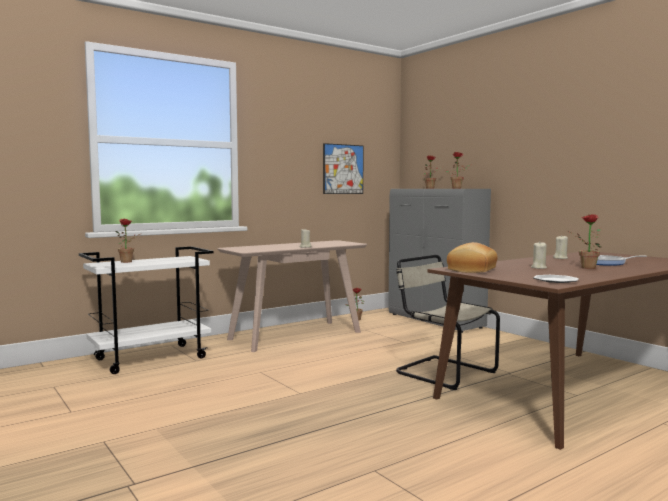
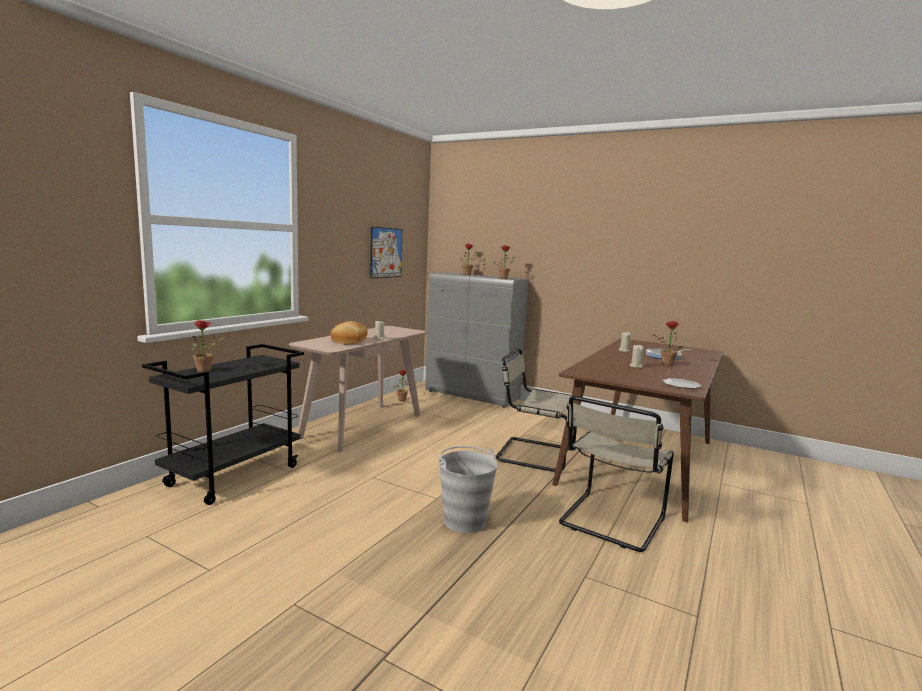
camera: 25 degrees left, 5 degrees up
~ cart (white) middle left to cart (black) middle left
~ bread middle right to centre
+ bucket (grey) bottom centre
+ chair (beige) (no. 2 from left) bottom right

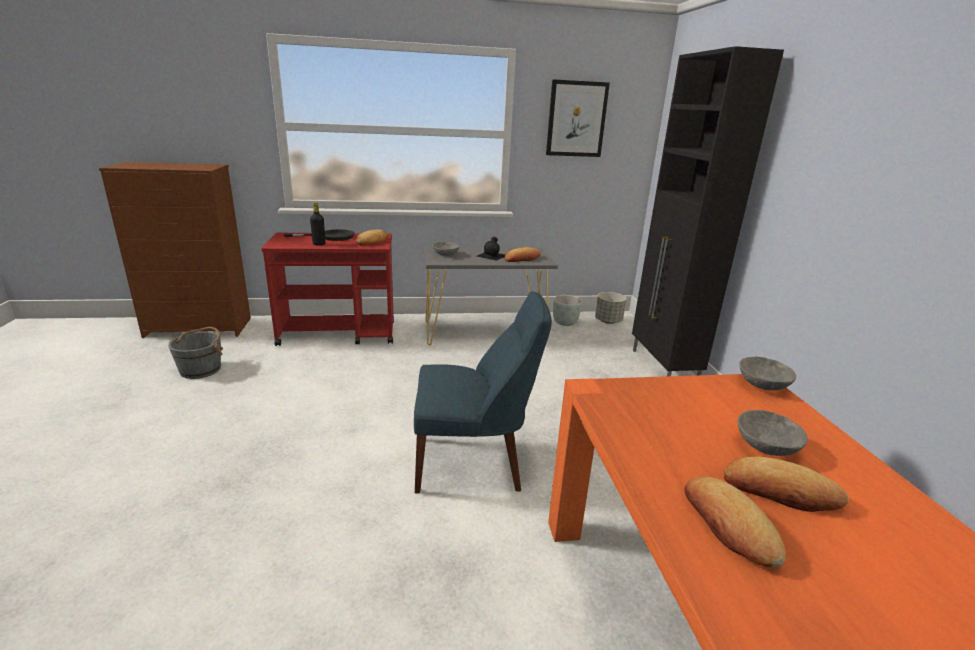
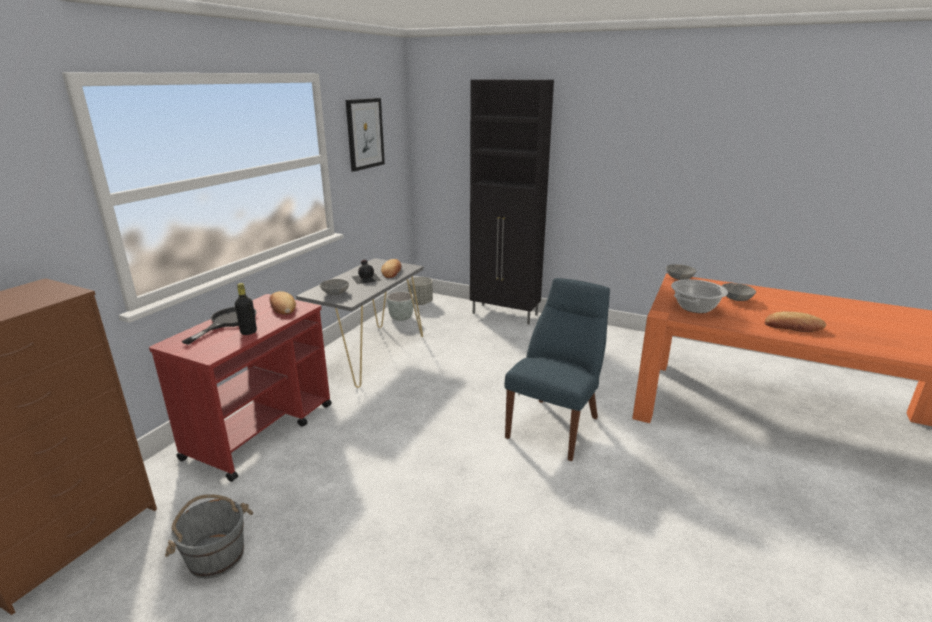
camera: 55 degrees left, 0 degrees up
- bread (no. 4 from left) bottom right
+ cooking pot middle right

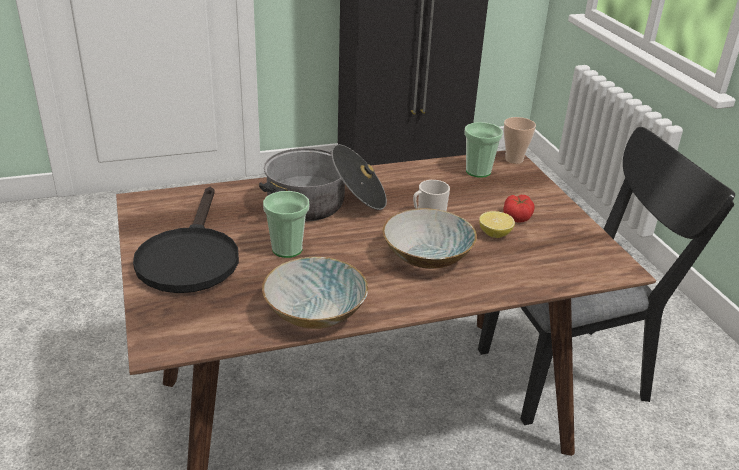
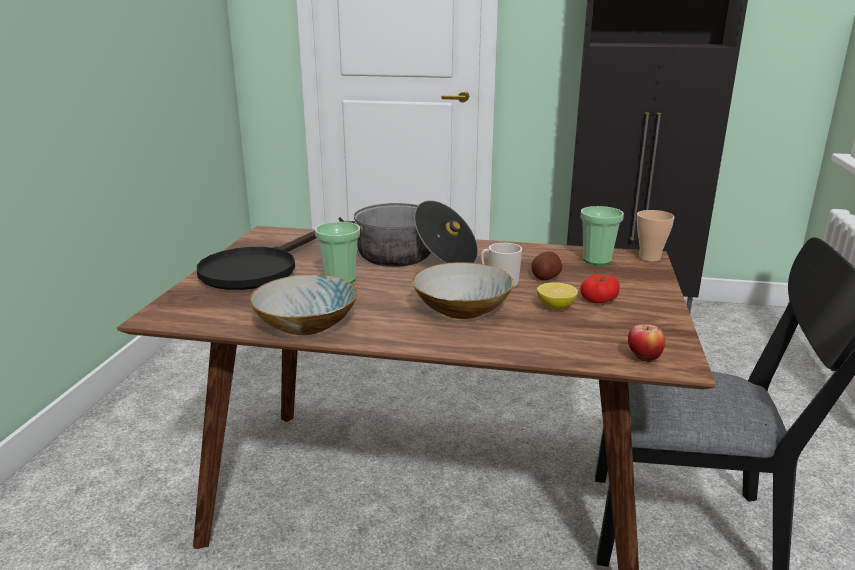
camera: 30 degrees right, 10 degrees down
+ potato centre
+ apple middle right

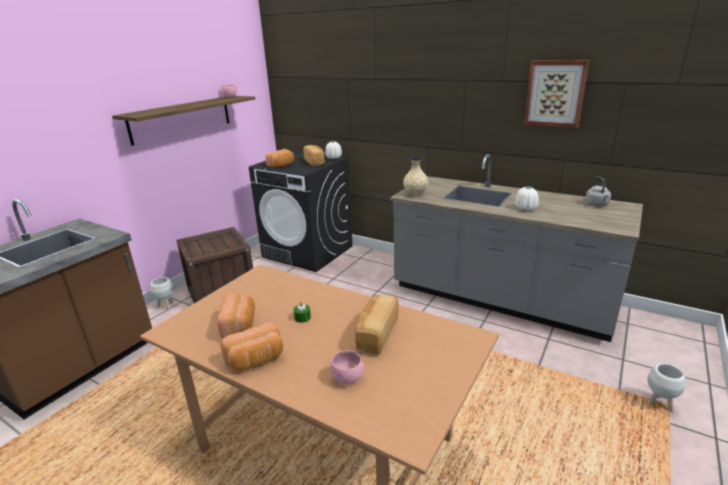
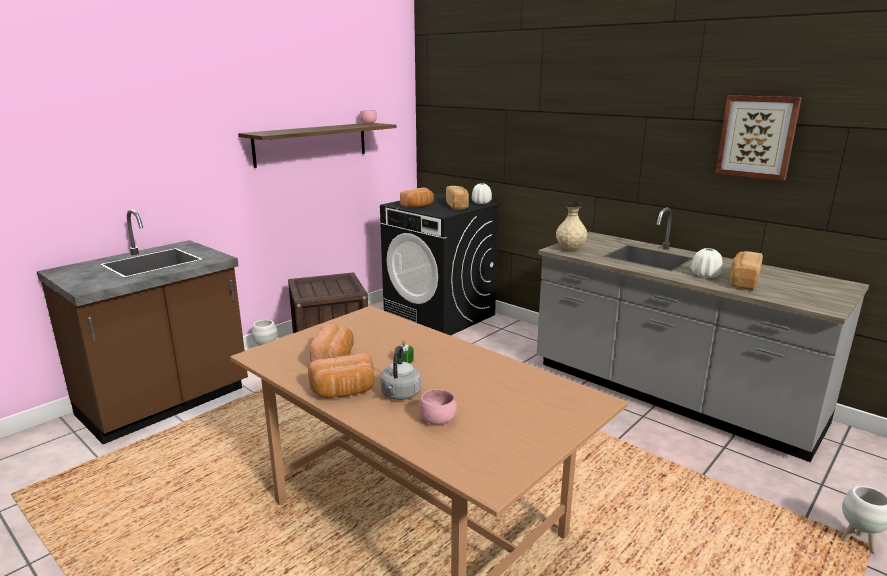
camera: 10 degrees right, 5 degrees down
~ bread (no. 5 from left) bottom centre to middle right
~ kettle (grey) middle right to centre

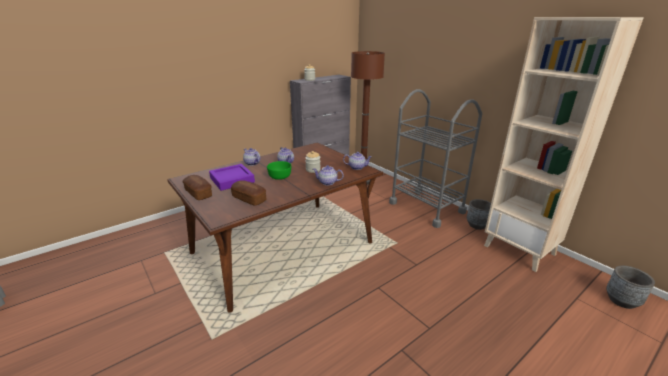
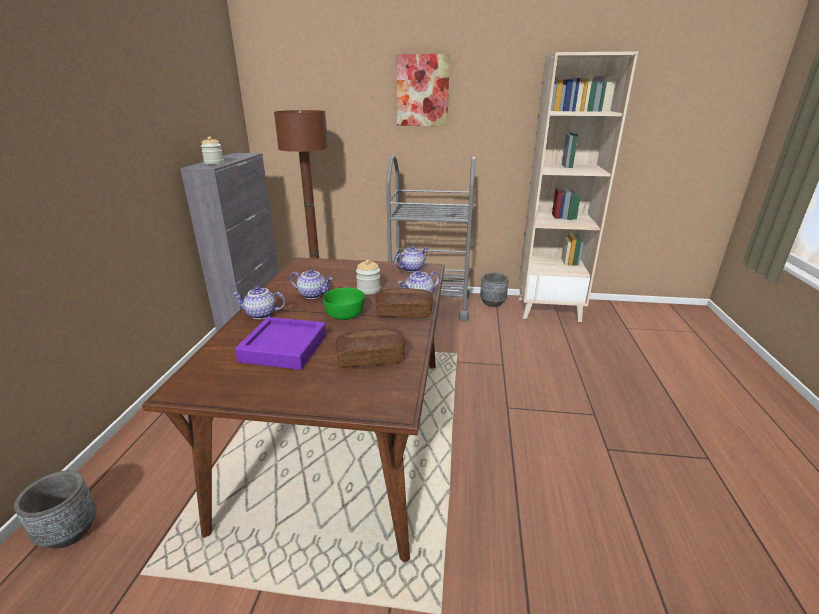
camera: 45 degrees left, 0 degrees up
~ bread (no. 1 from left in the first image) middle left to bread (no. 2 from left) centre
~ planter (grey) (no. 2 from left in the first image) bottom right to planter (grey) (no. 1 from left) bottom left
+ picture top centre

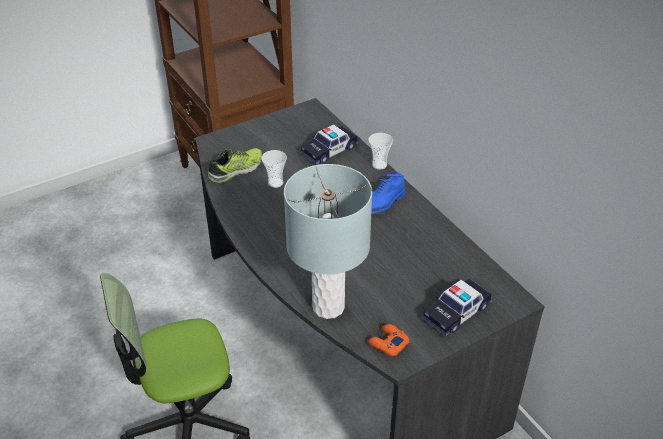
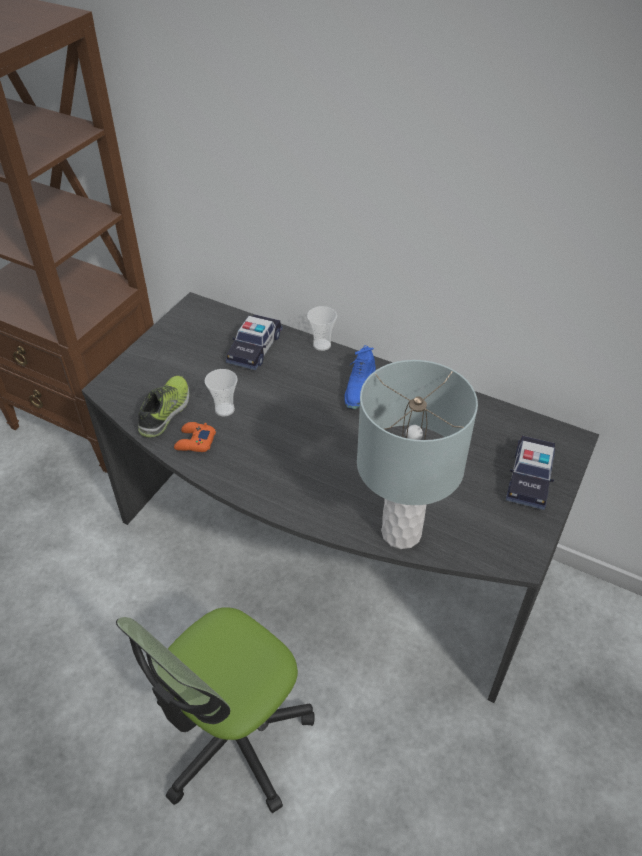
camera: 30 degrees left, 5 degrees up
~ game controller (orange) bottom centre to middle left

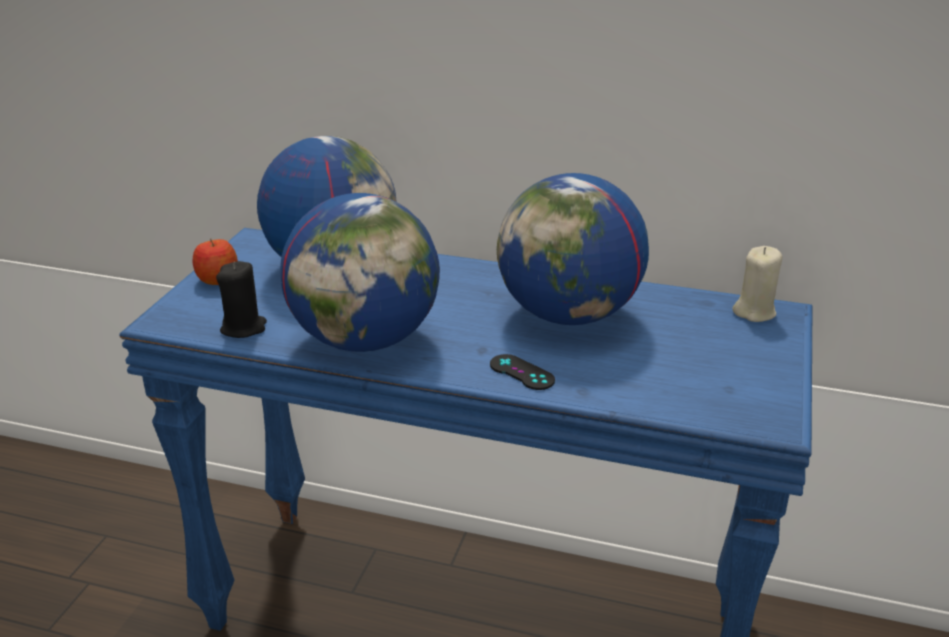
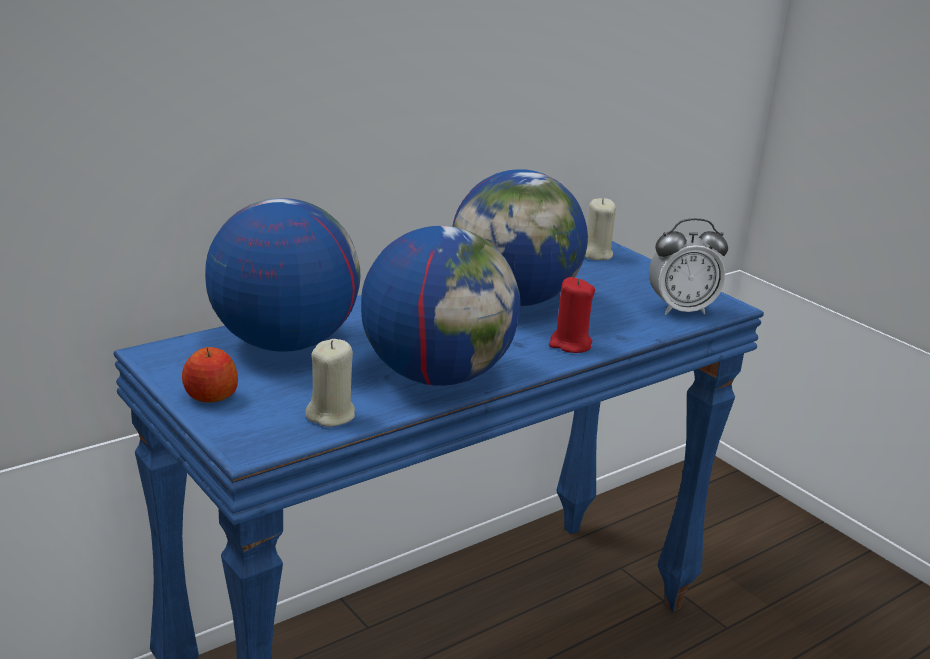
camera: 55 degrees left, 5 degrees down
~ candle (black) middle left to candle (beige) (no. 1 from left) centre
~ game controller (black) centre to candle (red) centre
+ alarm clock middle right

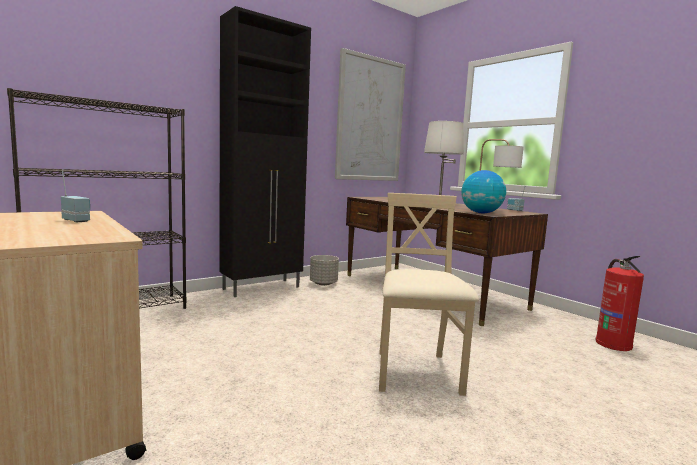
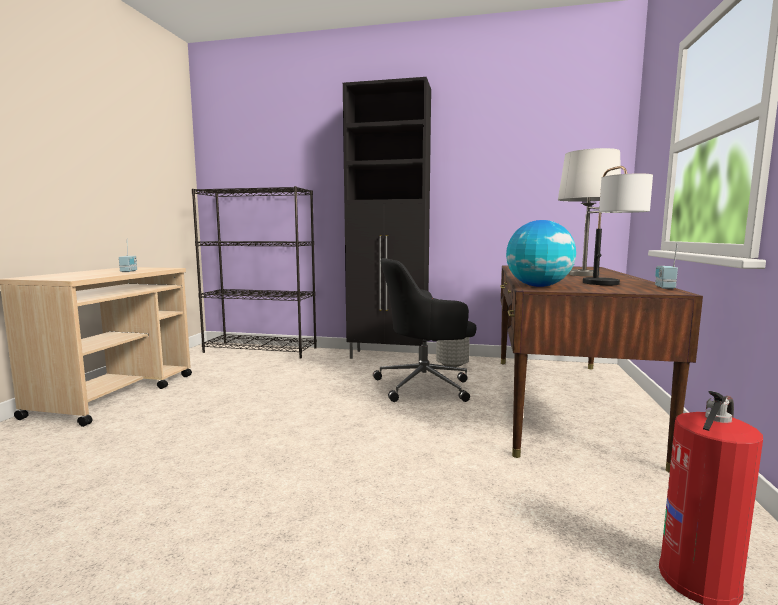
camera: 50 degrees right, 0 degrees up
- picture top centre
- chair (beige) centre
+ office chair (black) centre

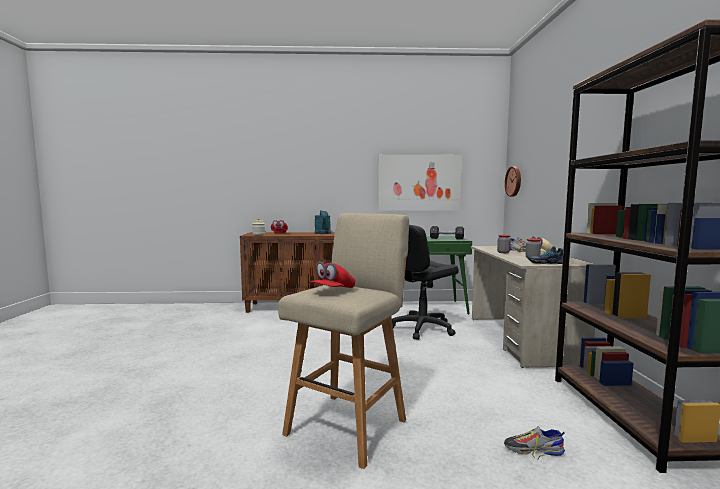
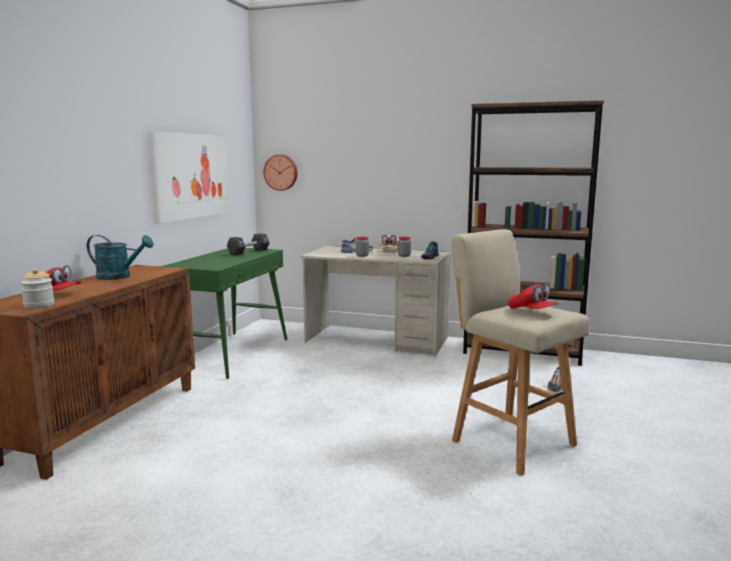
camera: 70 degrees left, 5 degrees up
- office chair (black) centre

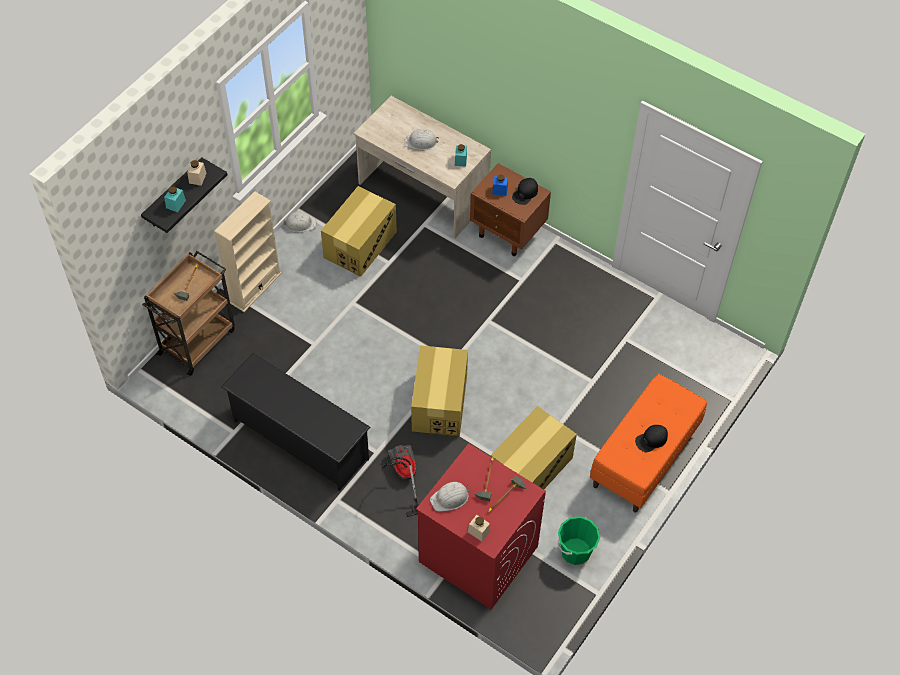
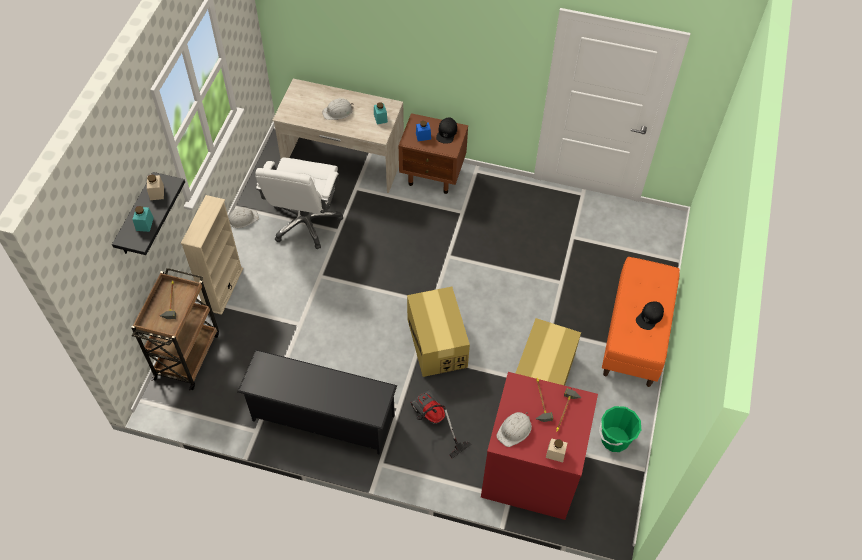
camera: 20 degrees left, 0 degrees up
~ cardboard box (no. 1 from left) centre to office chair (white) centre

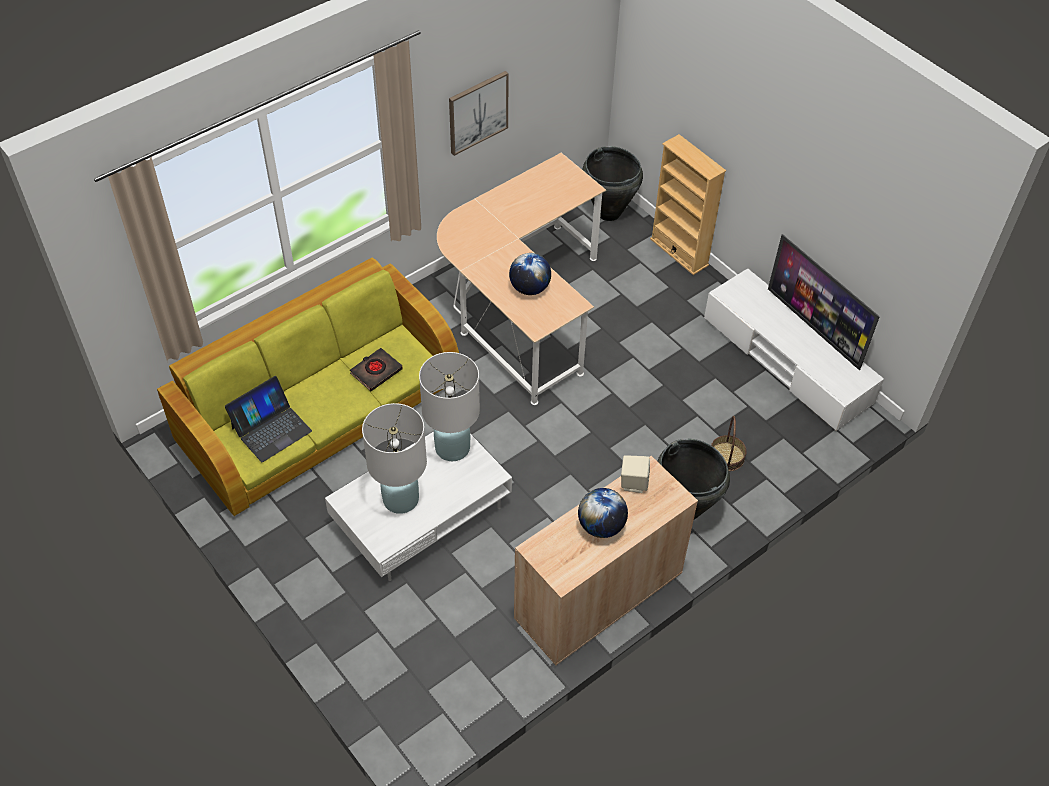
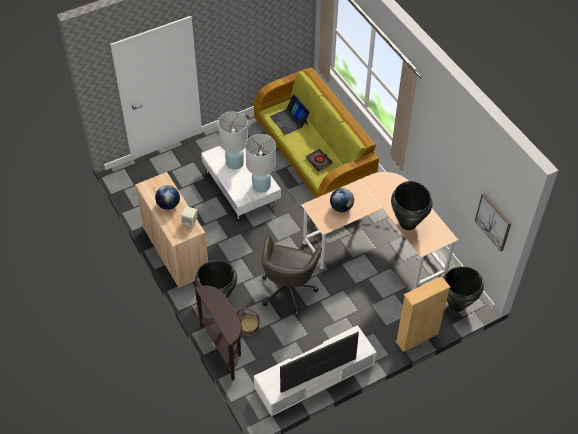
camera: 100 degrees right, 0 degrees up
~ picture top centre to middle right
+ console table (brown) bottom centre
+ office chair (grey) centre
+ vase (black) (no. 2 from left) middle right

